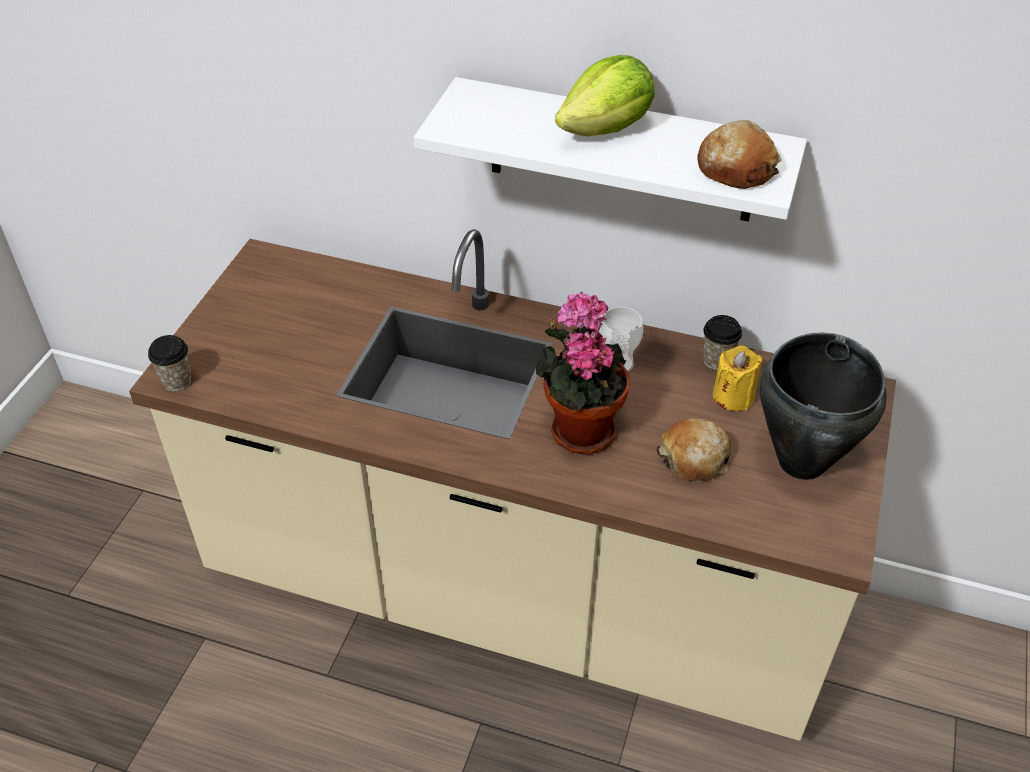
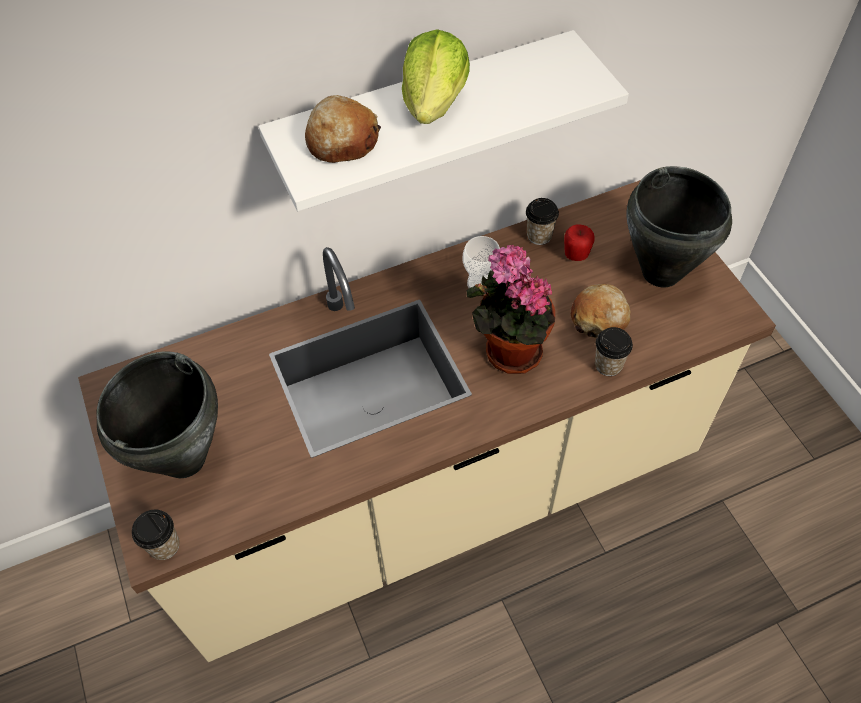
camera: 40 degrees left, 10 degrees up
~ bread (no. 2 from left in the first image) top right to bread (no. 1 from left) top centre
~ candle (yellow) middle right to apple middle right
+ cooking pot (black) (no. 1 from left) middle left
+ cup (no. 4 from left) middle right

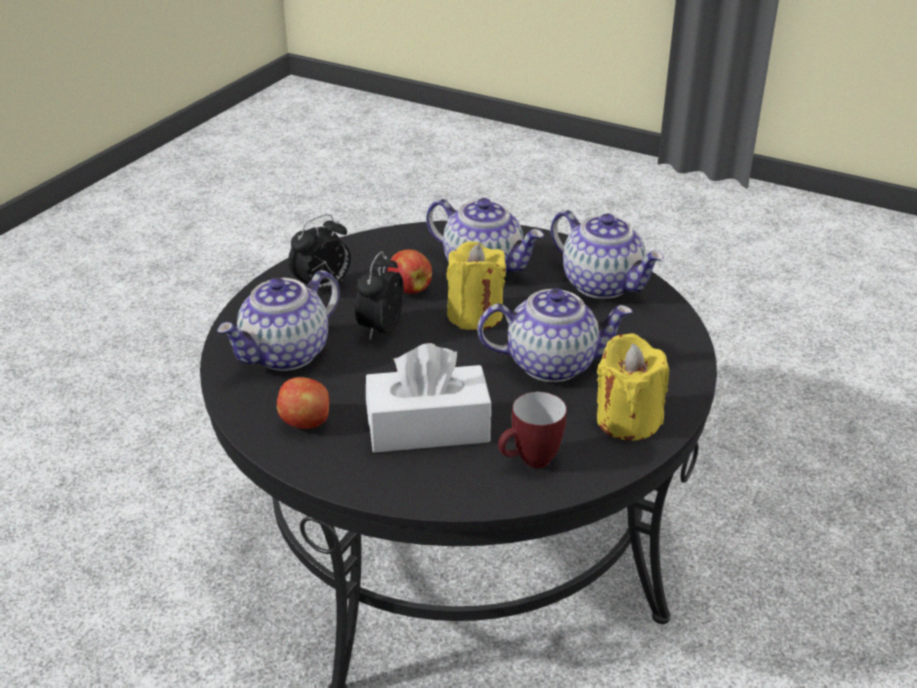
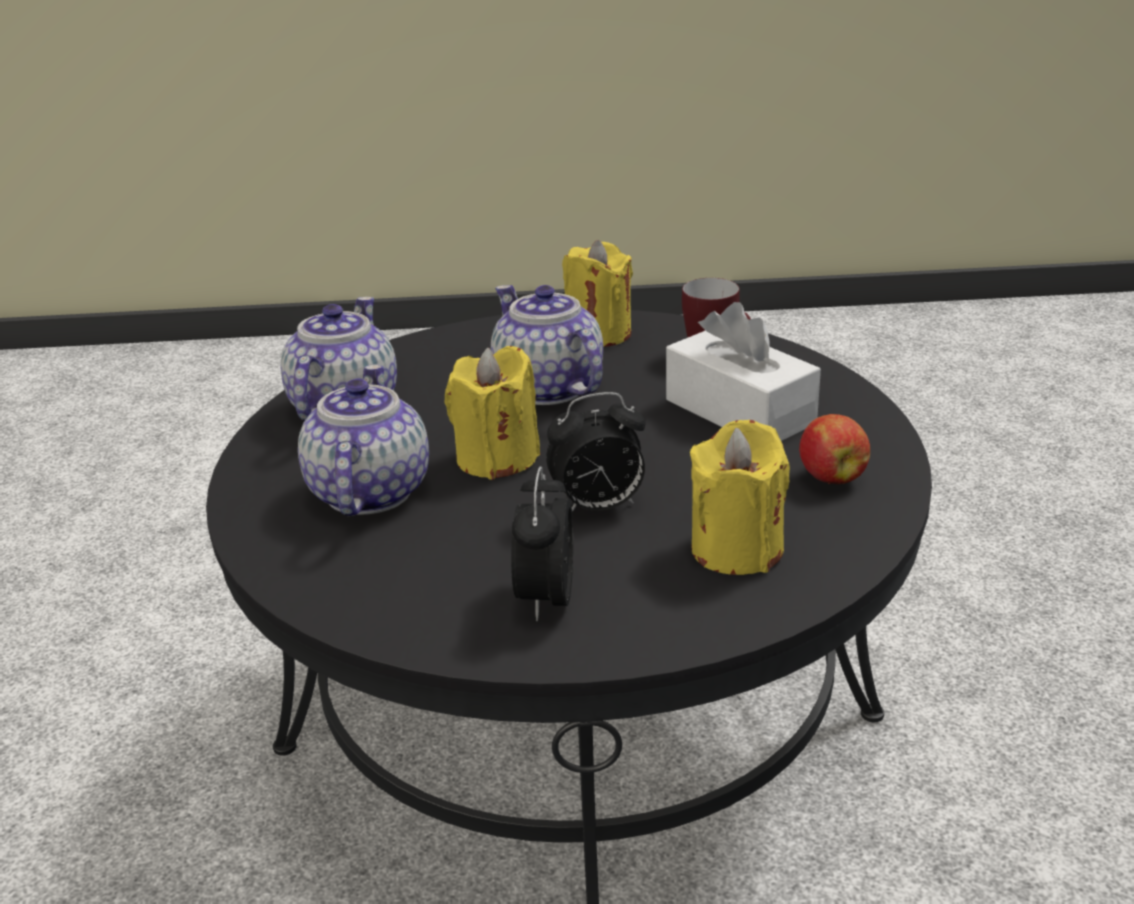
camera: 120 degrees left, 5 degrees down
~ teapot (no. 1 from left) middle left to candle (yellow) (no. 3 from left) centre
~ alarm clock (no. 1 from left) centre = centre 105 degrees counterclockwise
- apple (no. 2 from left) centre

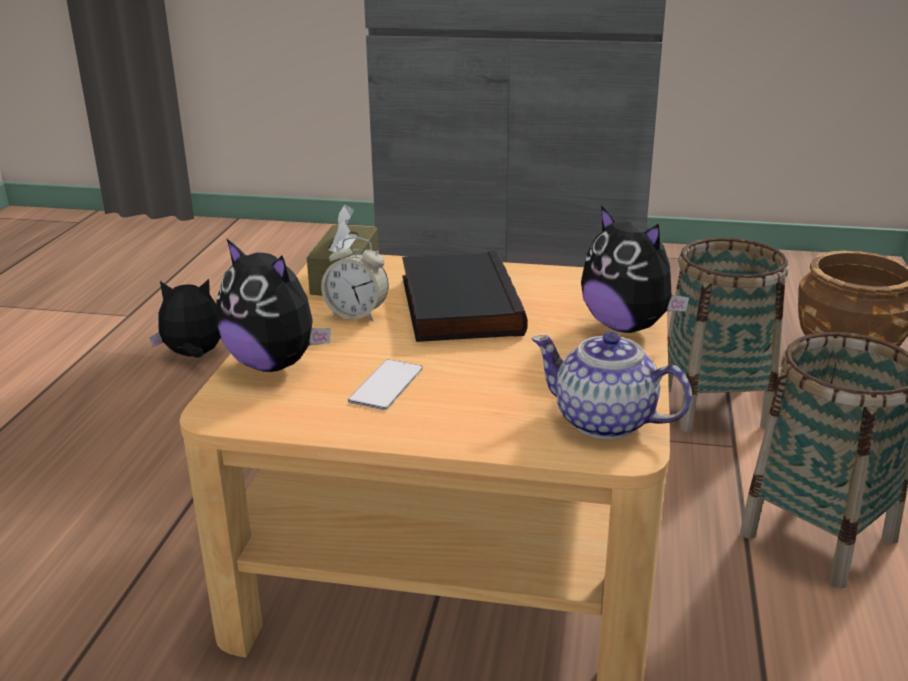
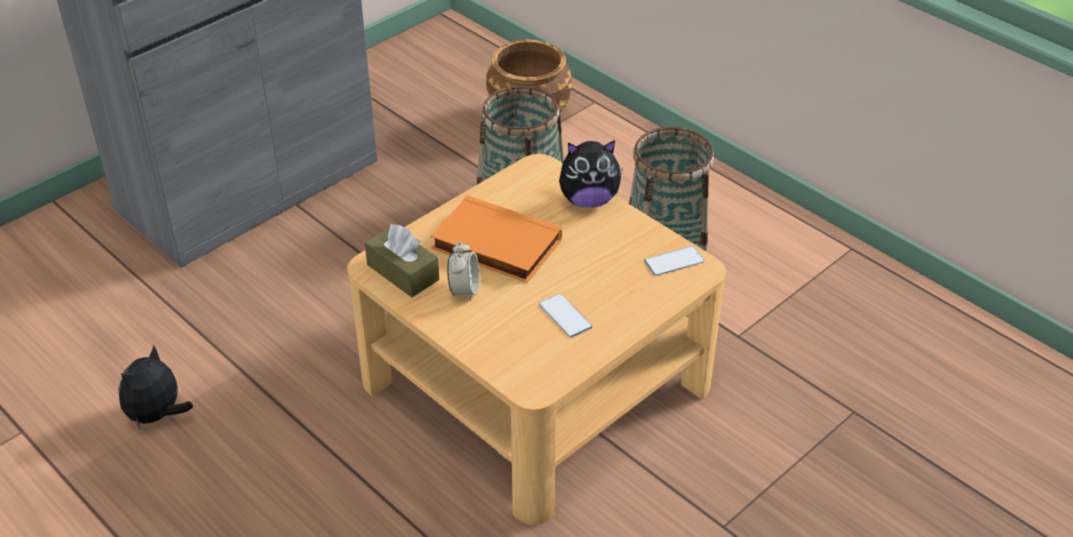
camera: 55 degrees left, 15 degrees up
- plush toy (no. 2 from left) middle left
~ alarm clock centre = centre 45 degrees counterclockwise
~ book (black) centre to book (orange) centre
~ teapot middle right to phone (no. 2 from left) centre

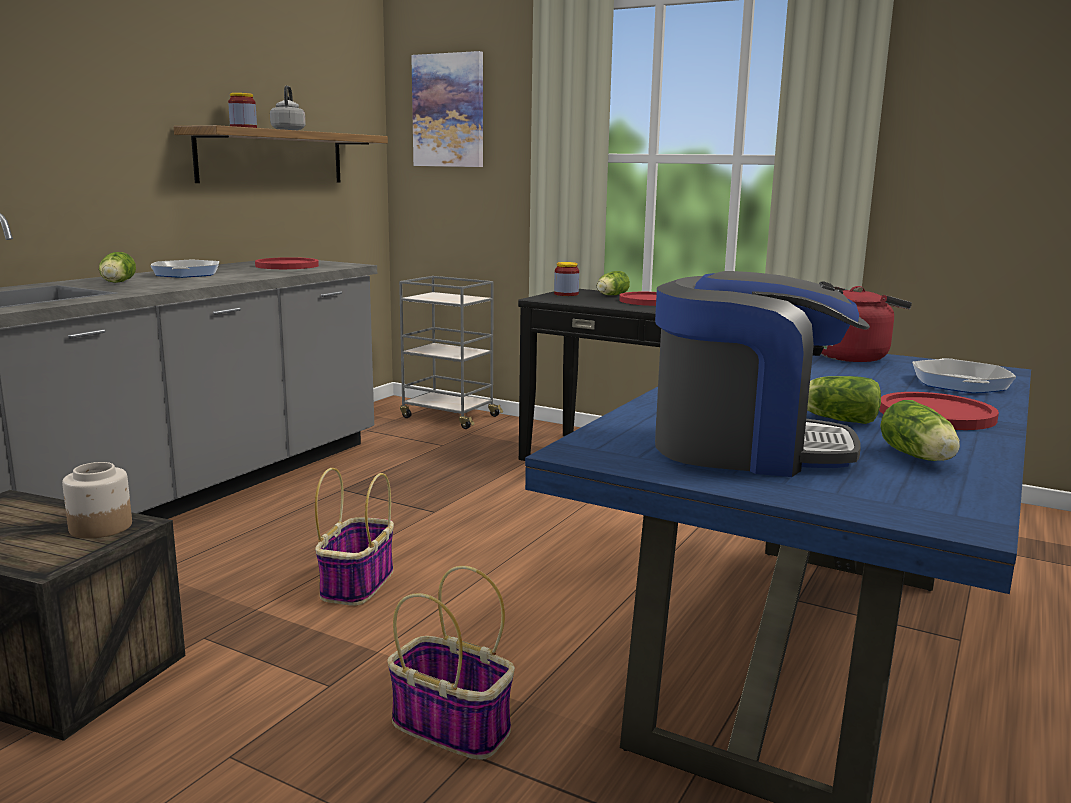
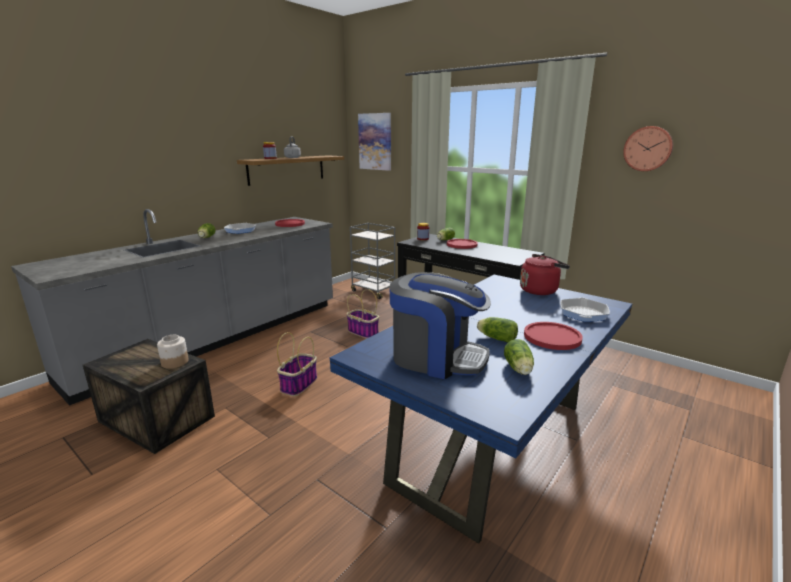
camera: 10 degrees right, 5 degrees up
~ basket (no. 2 from left) bottom centre to centre
+ wall clock top right

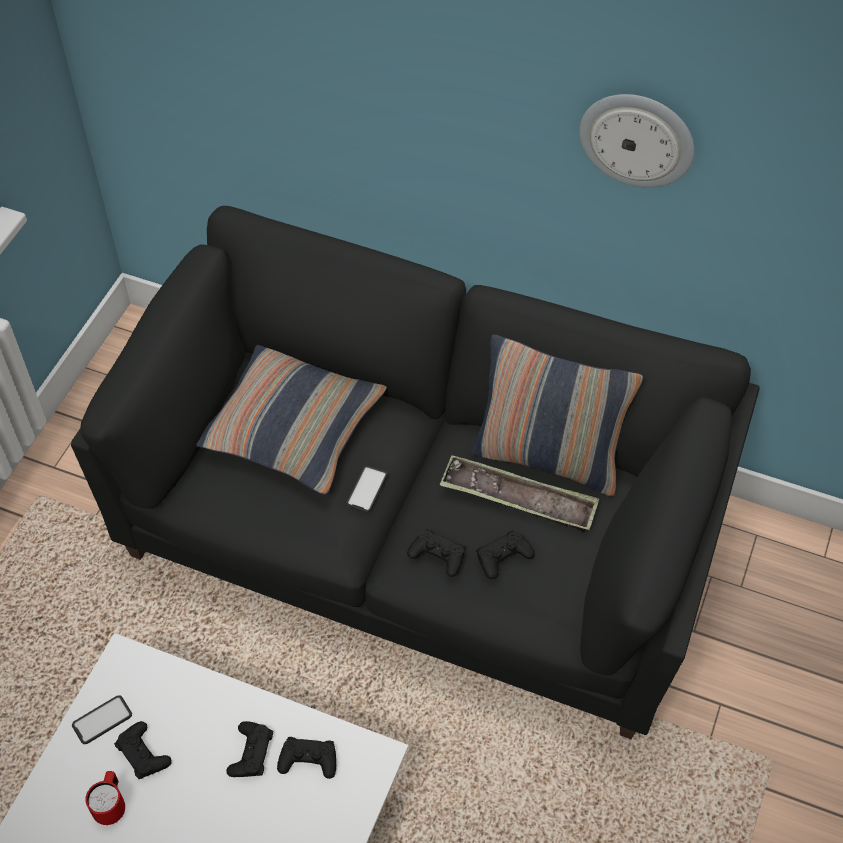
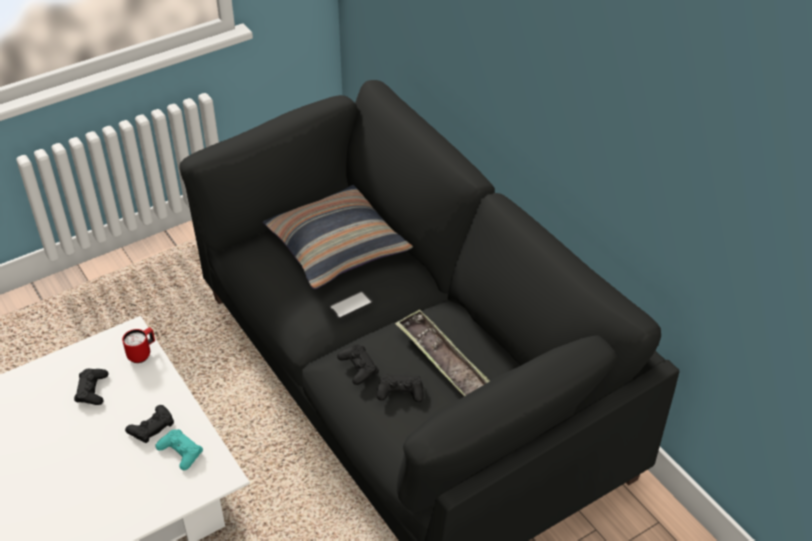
camera: 35 degrees right, 10 degrees down
- phone (no. 1 from left) bottom left
~ mug (red) bottom left to middle left
~ game controller (black) (no. 3 from left) bottom centre to game controller (turquoise) bottom left
- pillow (no. 2 from left) centre
- wall clock top right

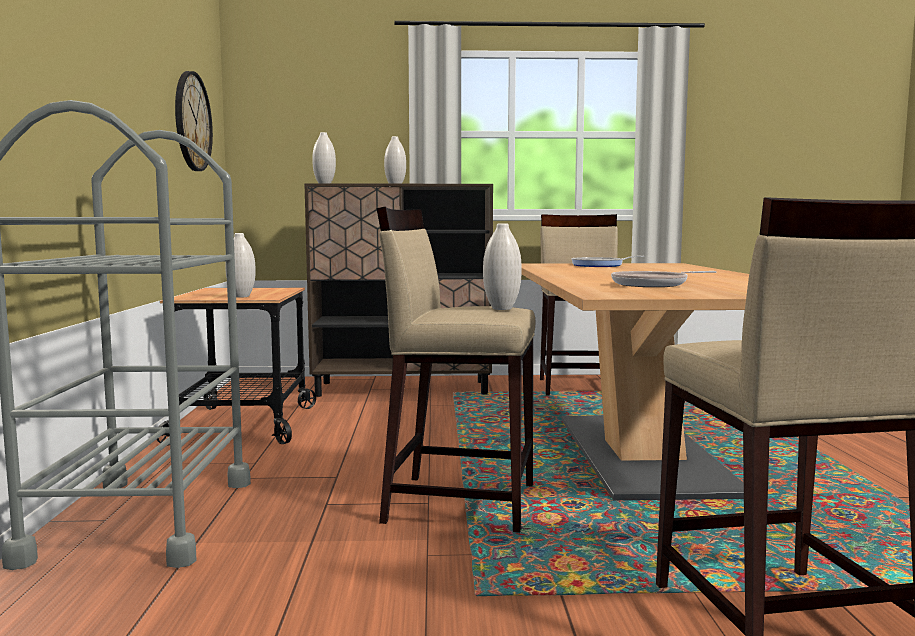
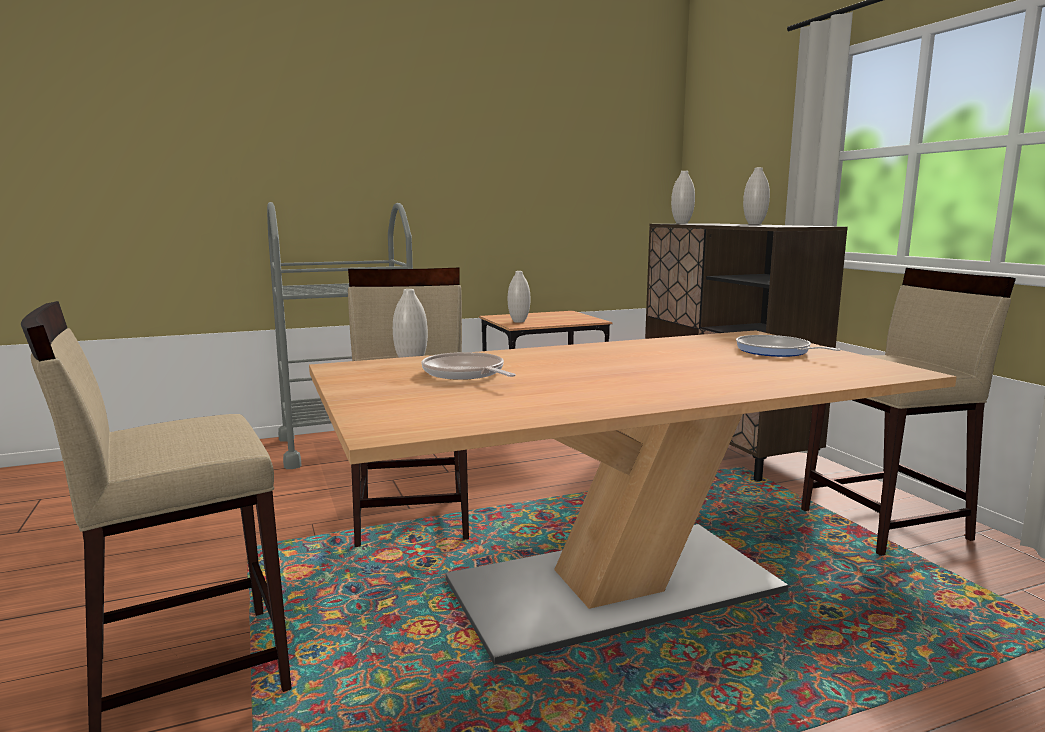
camera: 70 degrees right, 5 degrees up
- wall clock top left

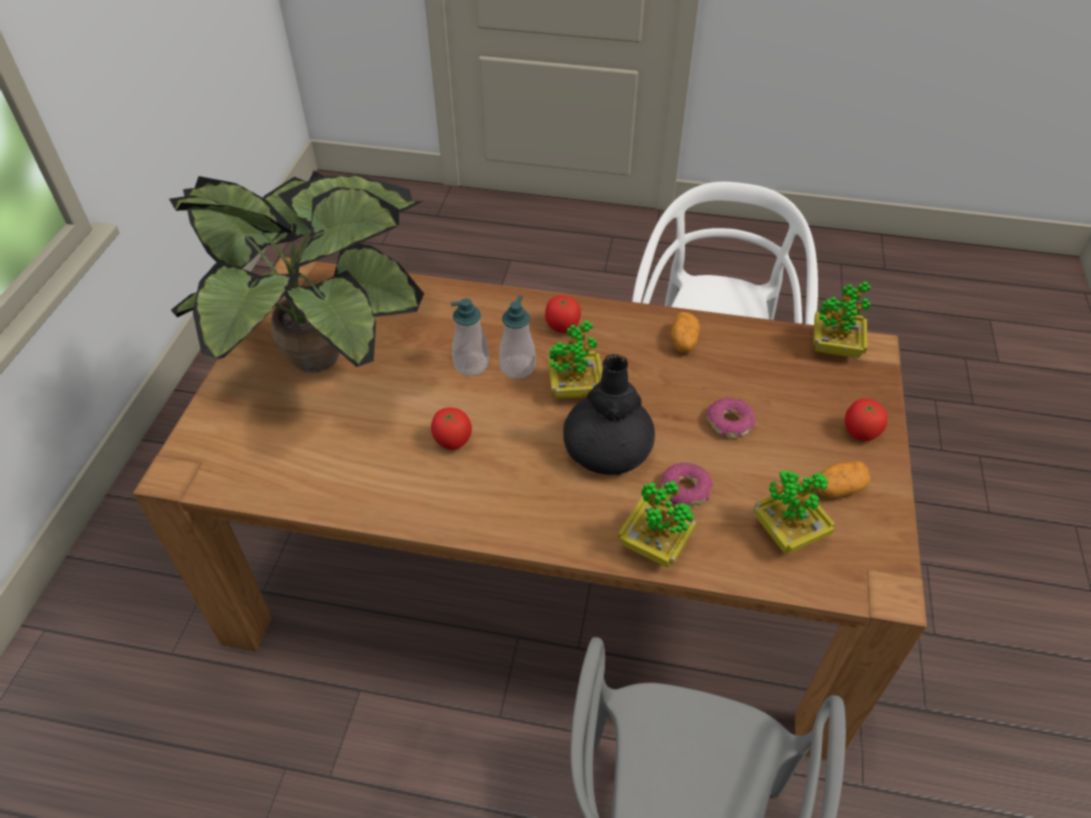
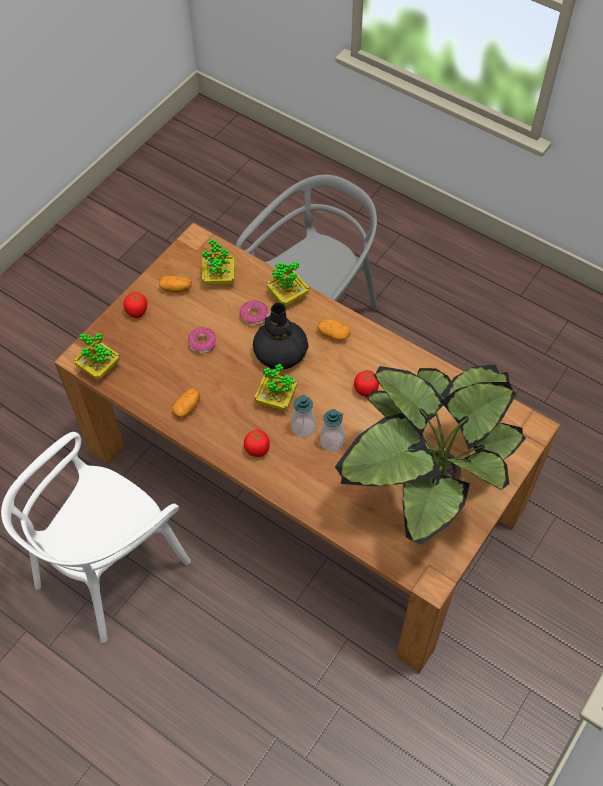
camera: 155 degrees left, 10 degrees up
+ potato (no. 3 from left) centre

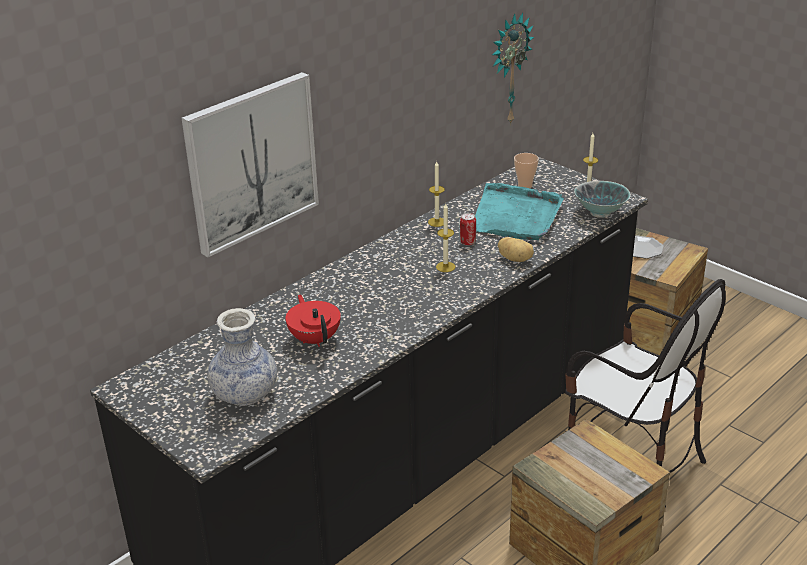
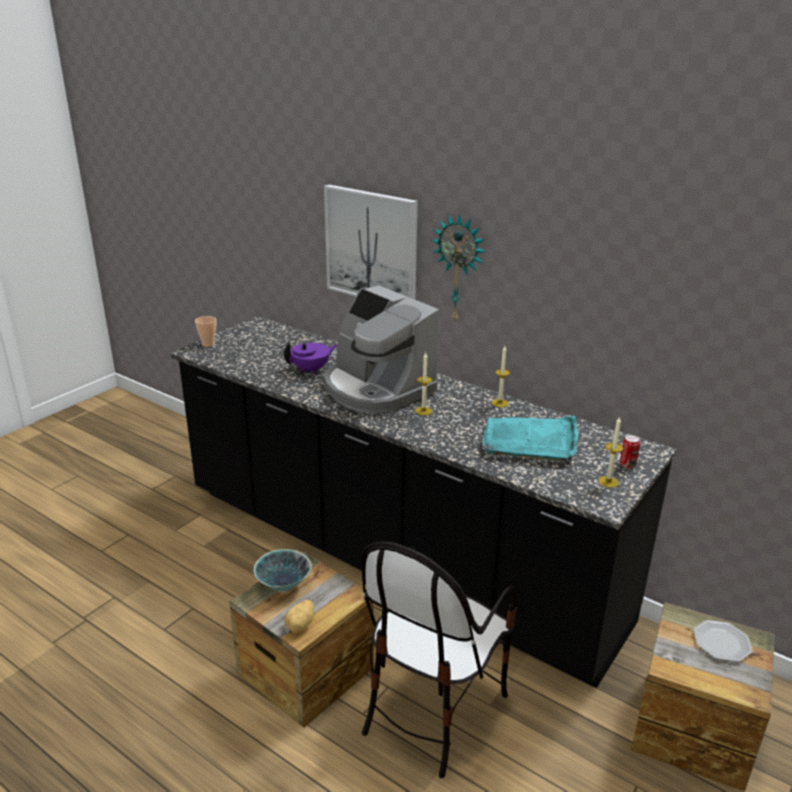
camera: 80 degrees right, 5 degrees down
- vase middle left
~ teapot (red) centre to teapot (purple) centre
~ can centre to middle right
~ wall clock top centre to centre
~ potato centre to bottom centre
~ cup top centre to middle left
~ bowl middle right to bottom centre
+ coffee machine centre

